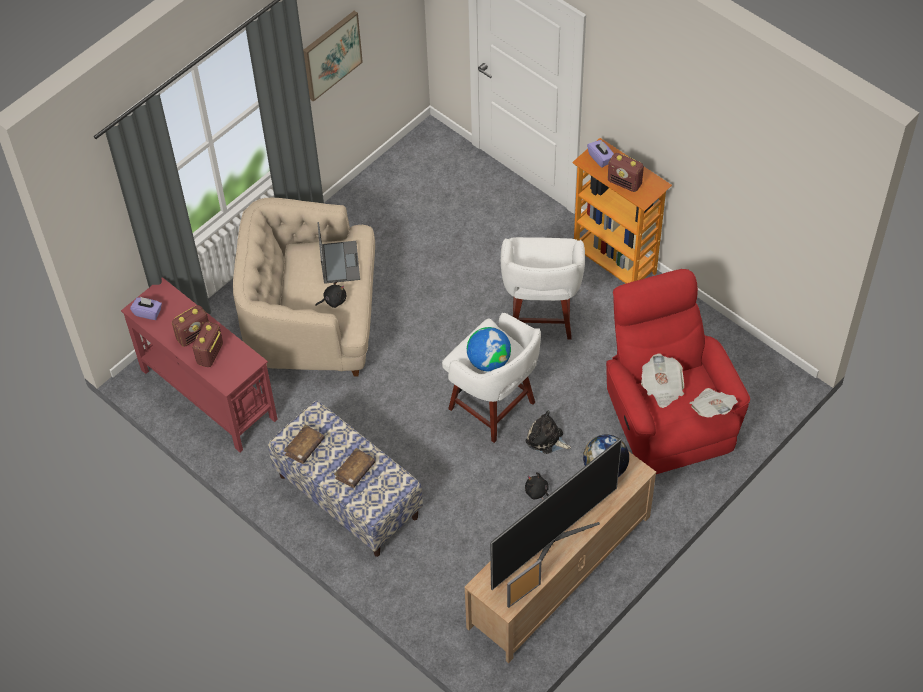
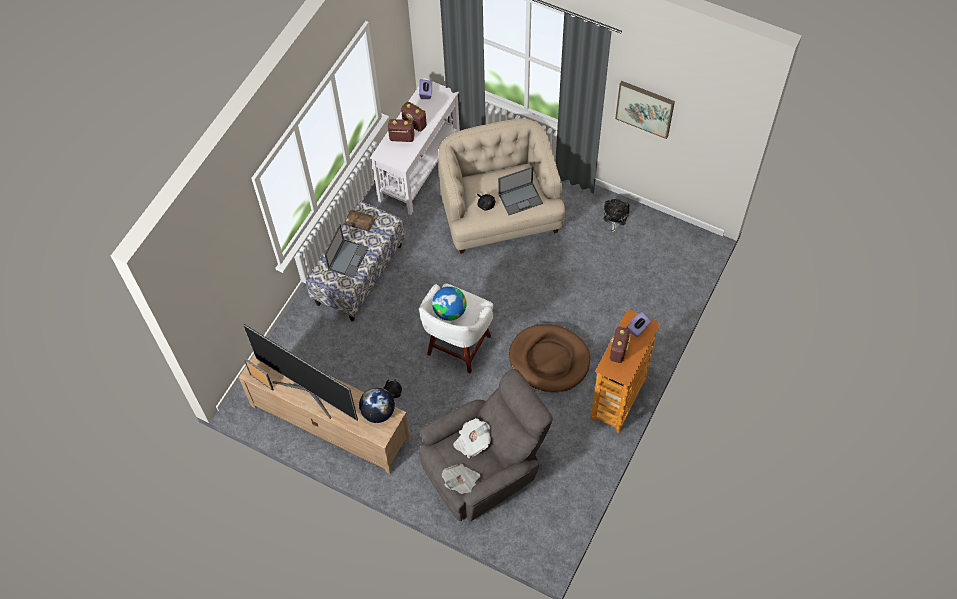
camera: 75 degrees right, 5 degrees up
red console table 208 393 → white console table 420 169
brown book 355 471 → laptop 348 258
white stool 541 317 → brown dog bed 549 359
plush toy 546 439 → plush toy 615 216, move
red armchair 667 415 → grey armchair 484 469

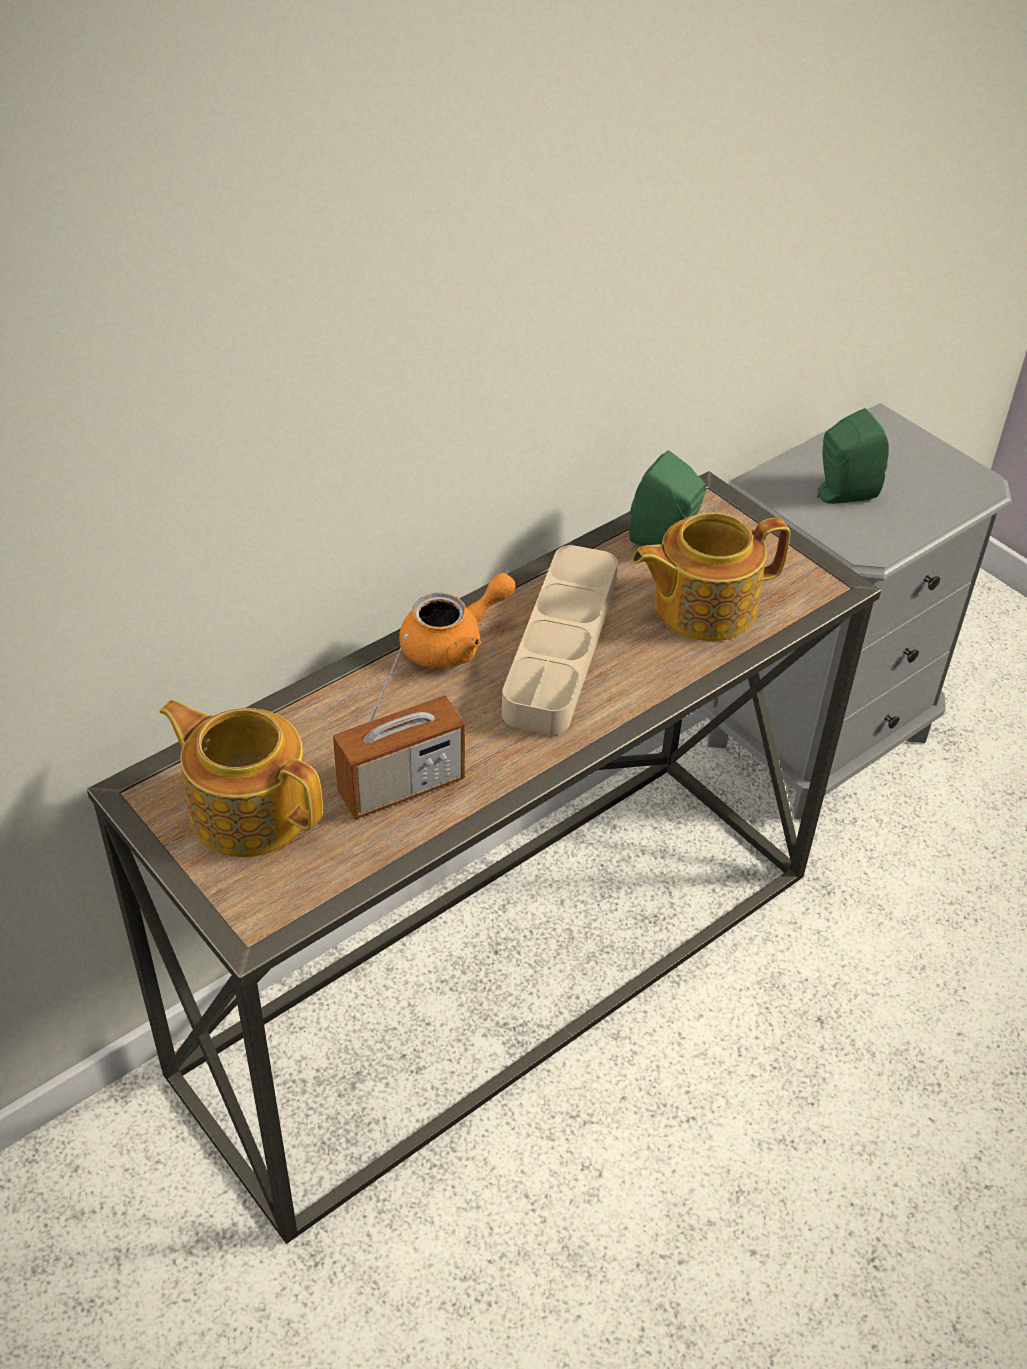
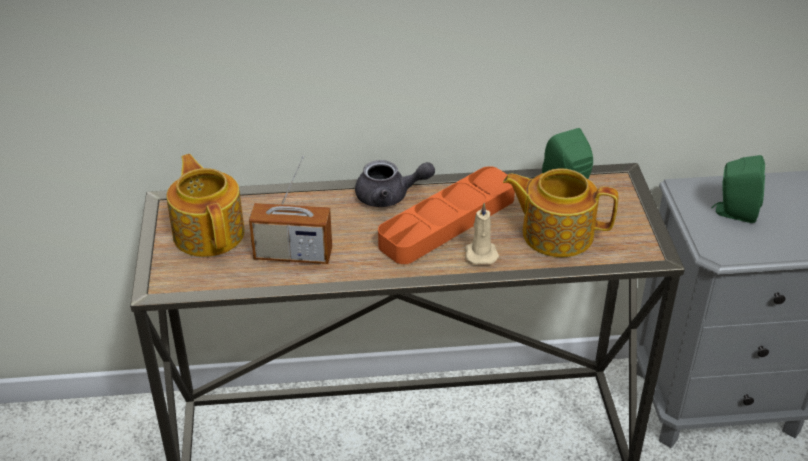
camera: 35 degrees right, 5 degrees down
orange teapot 454 643 → grey teapot 390 196
beige tray 561 647 → orange tray 448 221
- → beige candle 480 253

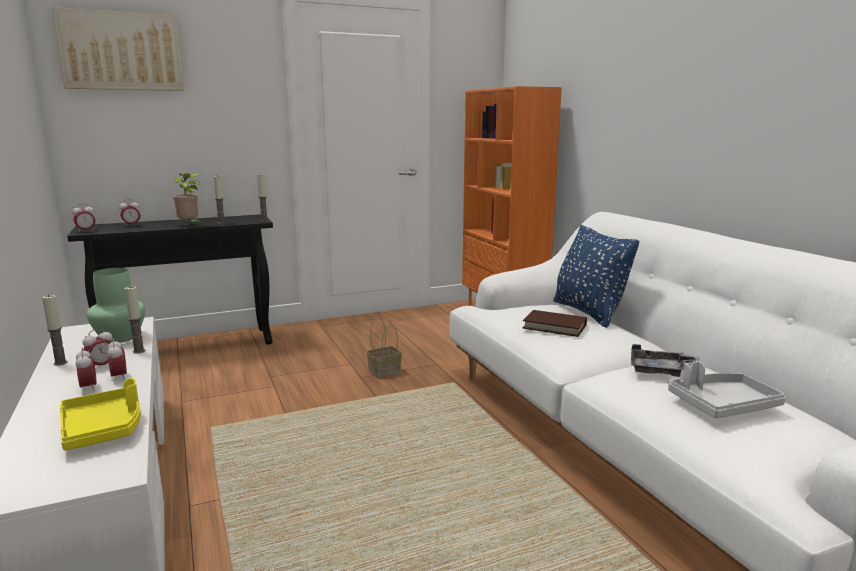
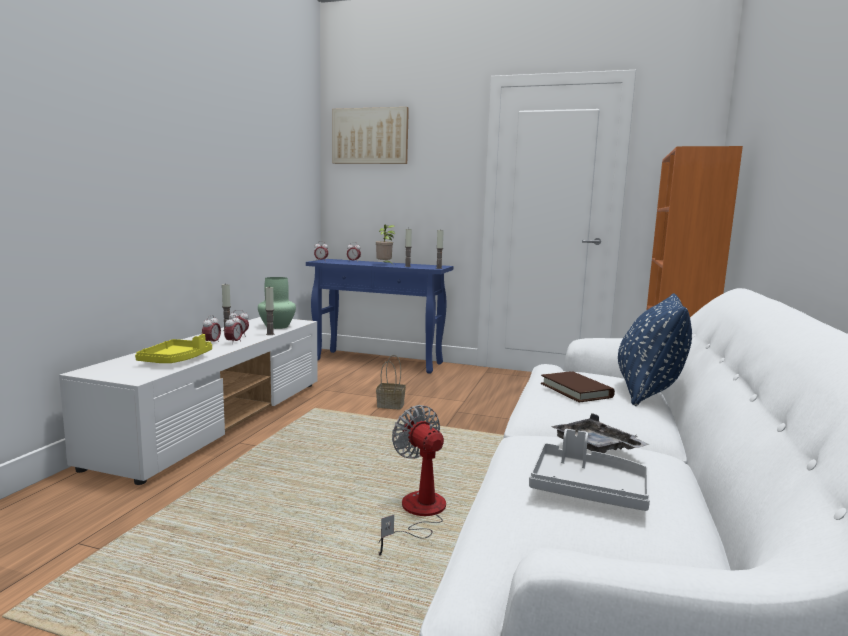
camera: 40 degrees right, 5 degrees down
black console table 191 346 → blue console table 379 361
basket 384 372 → basket 389 405, move
- → fan 417 514

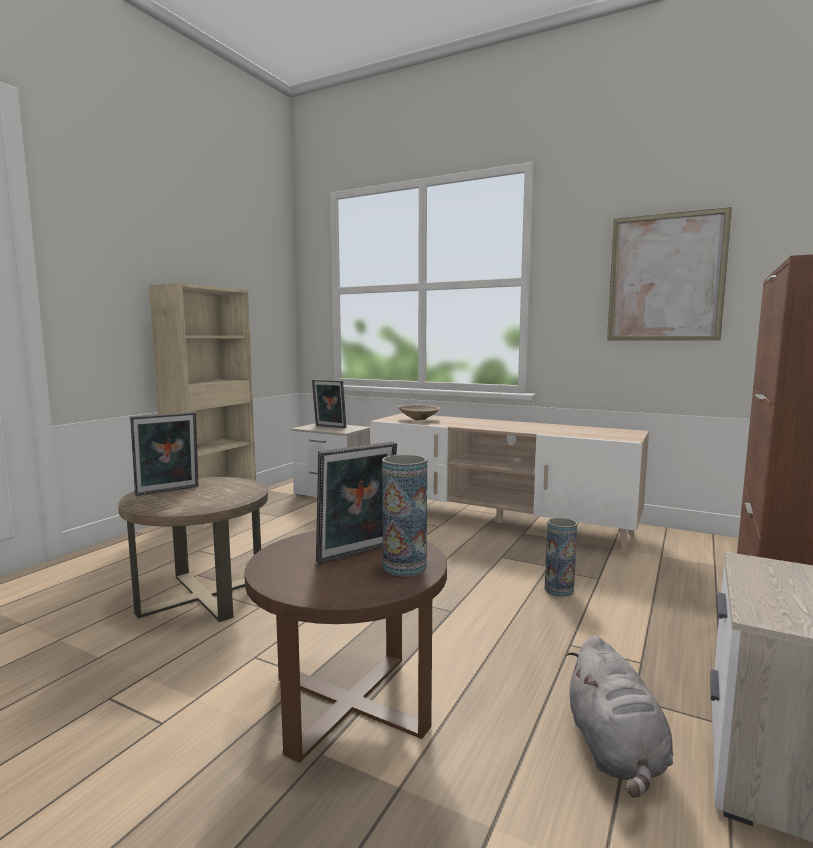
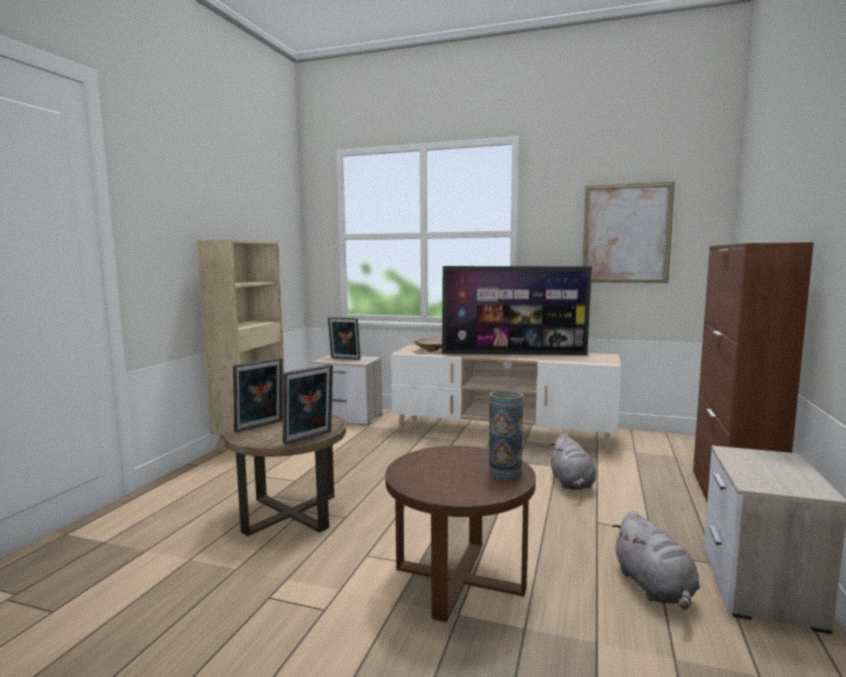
camera: 10 degrees left, 0 degrees up
picture frame 358 555 → picture frame 309 438, move
vase 559 590 → grey plush toy 572 483
- → television 514 354

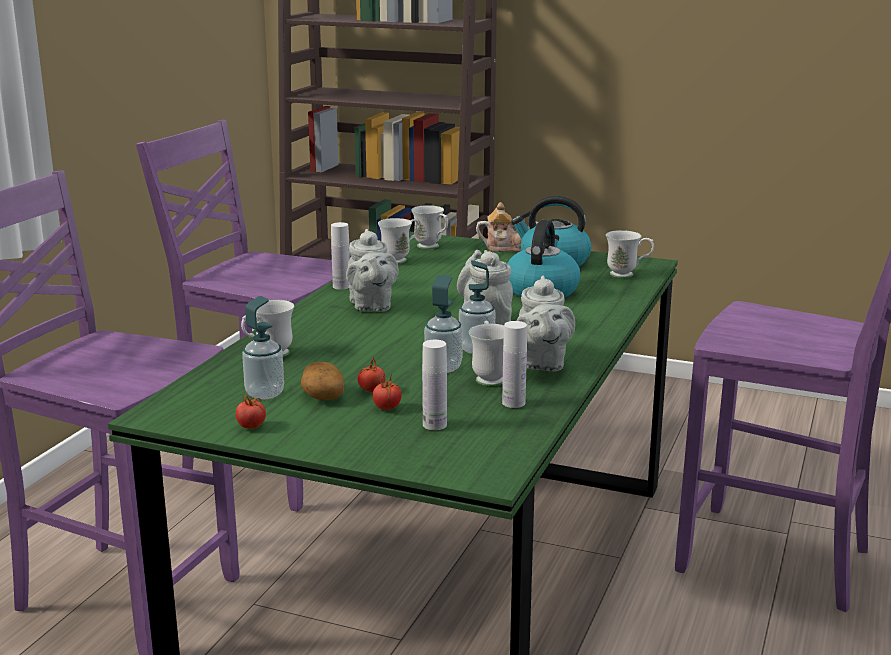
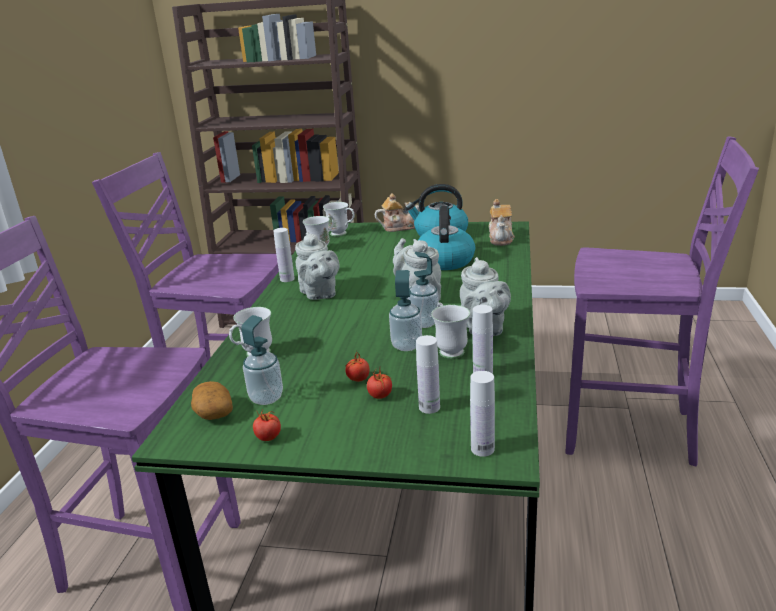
camera: 10 degrees left, 5 degrees up
potato 322 395 → potato 213 412, move
white mug 627 275 → teapot 501 239
- → white bottle 482 449

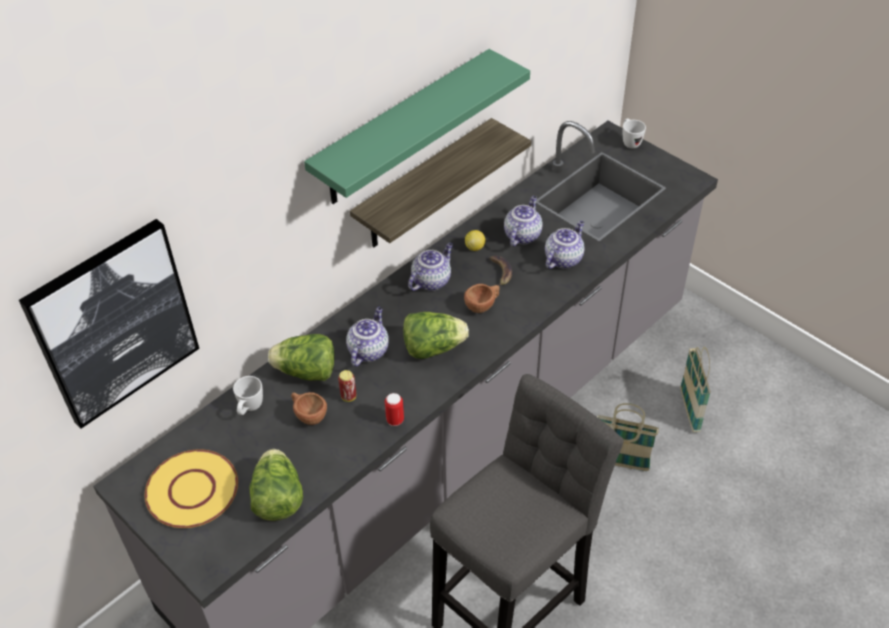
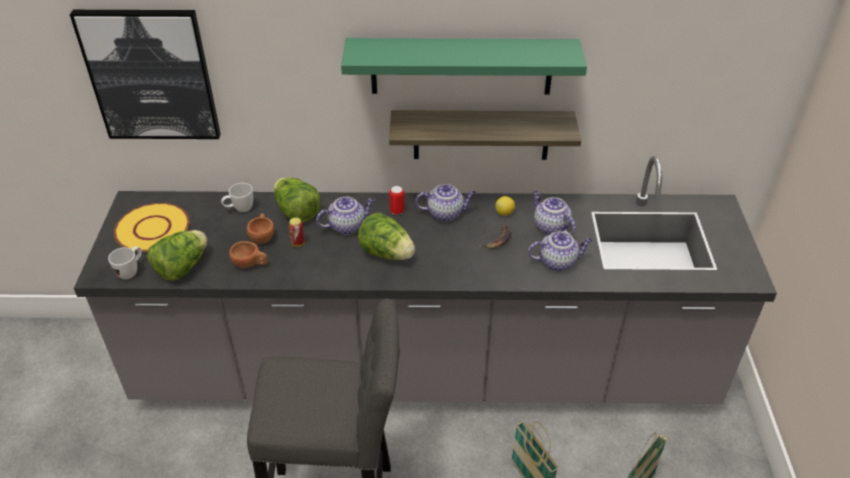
camera: 45 degrees right, 5 degrees down
can 395 420 → can 397 211, move
brown cup 483 305 → brown cup 250 264, move
teapot 522 235 → teapot 550 227, 105 degrees counterclockwise
white mug 629 142 → white mug 131 271, move

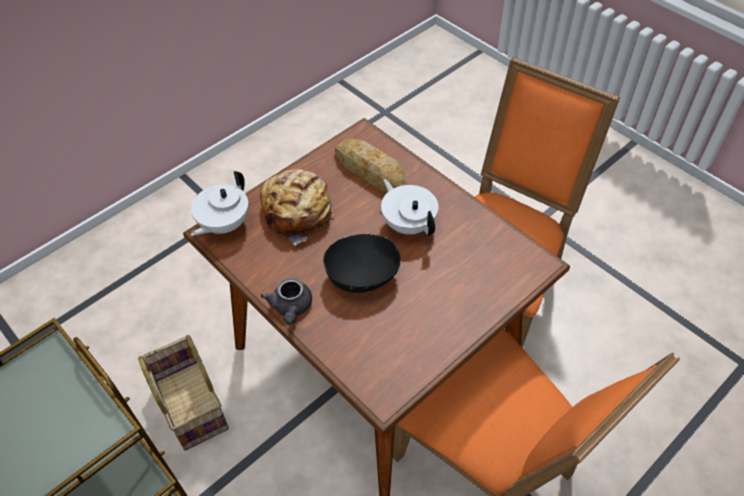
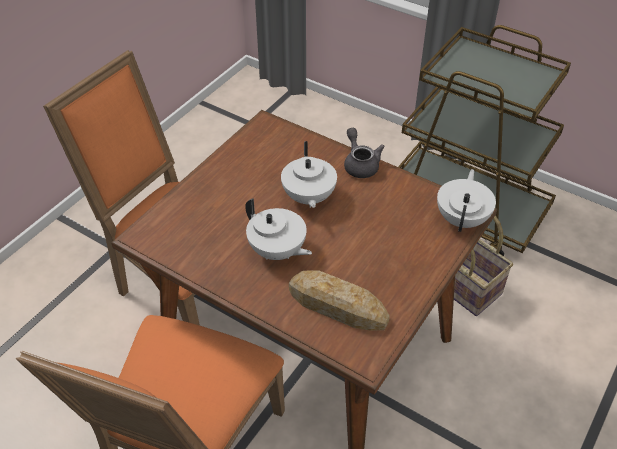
camera: 165 degrees right, 5 degrees down
bread 298 211 → -
black bowl 363 275 → white teapot 308 198

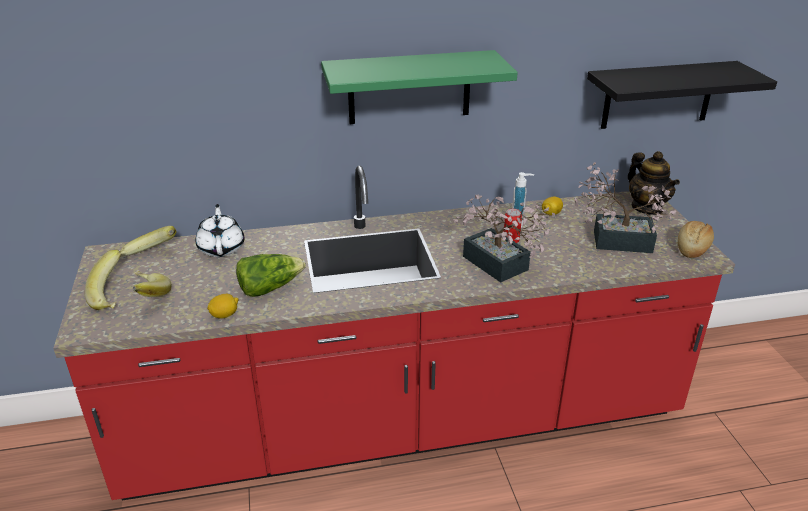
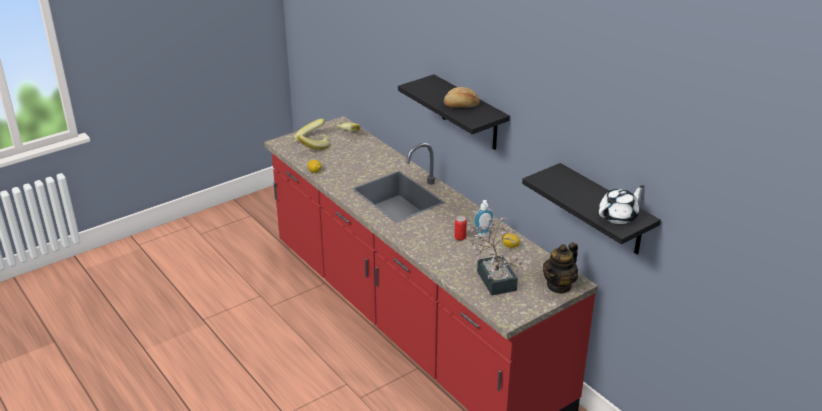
camera: 65 degrees right, 0 degrees up
white teapot 221 247 → white teapot 618 216, move
lettuce 270 287 → -
green shelf 409 87 → black shelf 469 113
potted plant 500 267 → -
bread 693 248 → bread 461 106, move

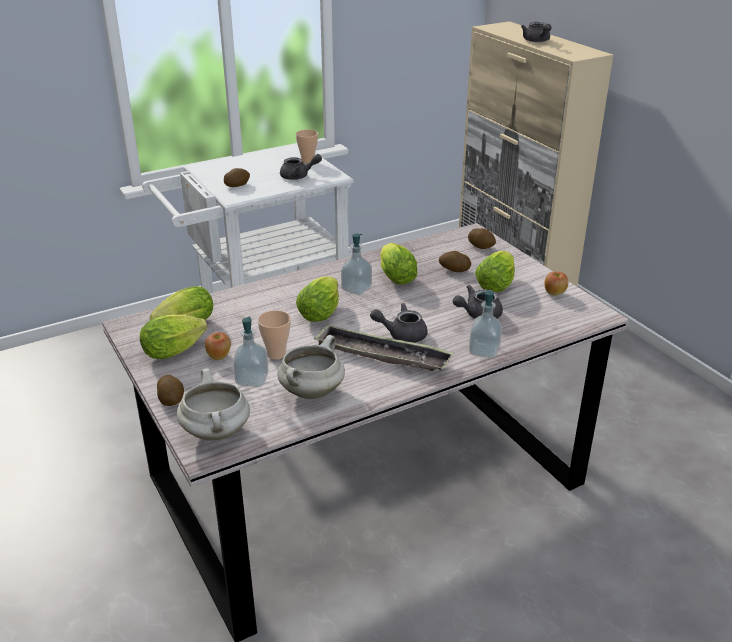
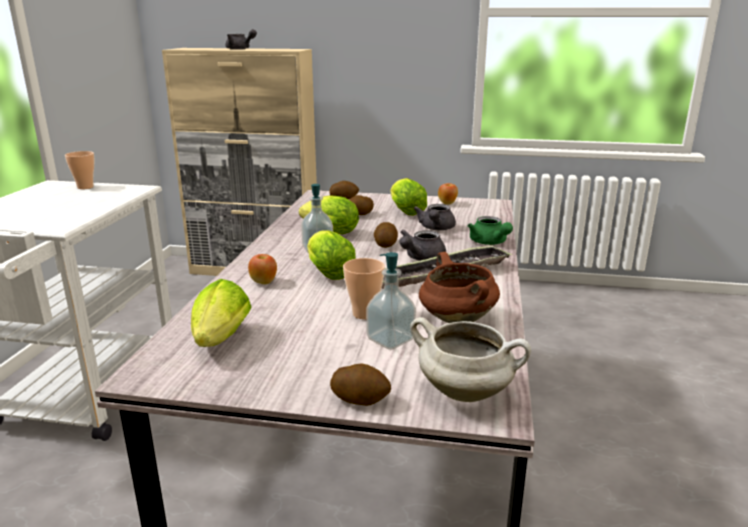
camera: 50 degrees left, 10 degrees down
lettuce 177 350 → -
apple 219 356 → apple 264 282, move
potato 237 185 → potato 385 244, move
white cooking pot 312 391 → brown cooking pot 455 319
grey teapot 298 176 → -
soap dispenser 484 351 → green teapot 489 243

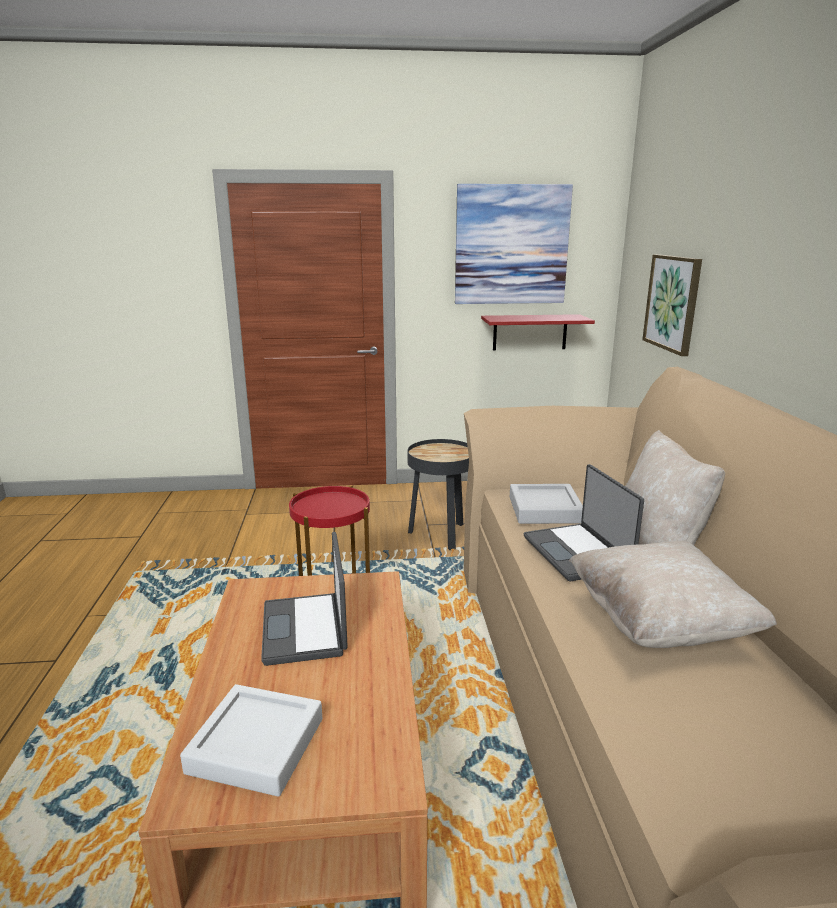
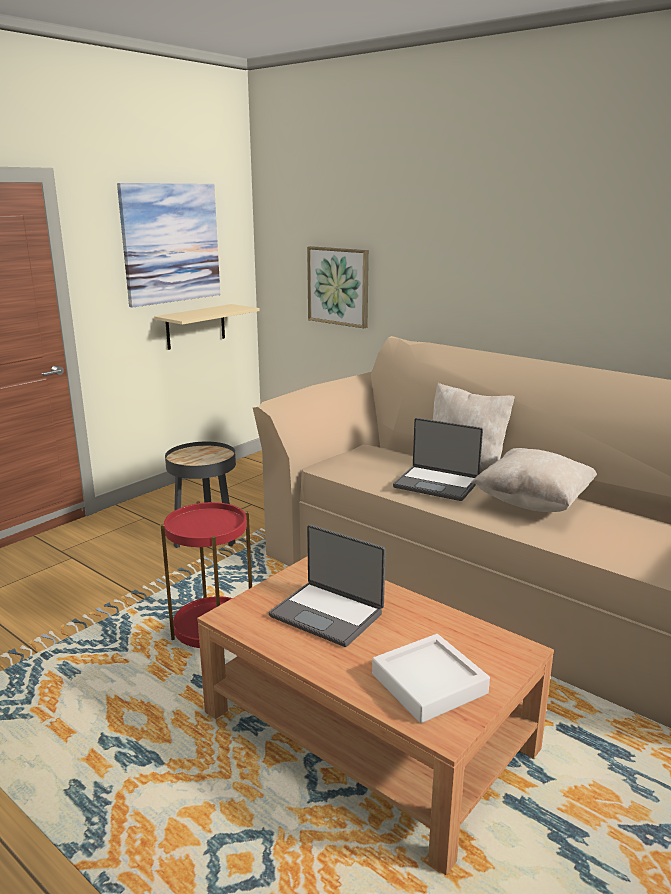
camera: 45 degrees left, 0 degrees up
red shelf 530 332 → beige shelf 195 326
grey tray 544 510 → -

